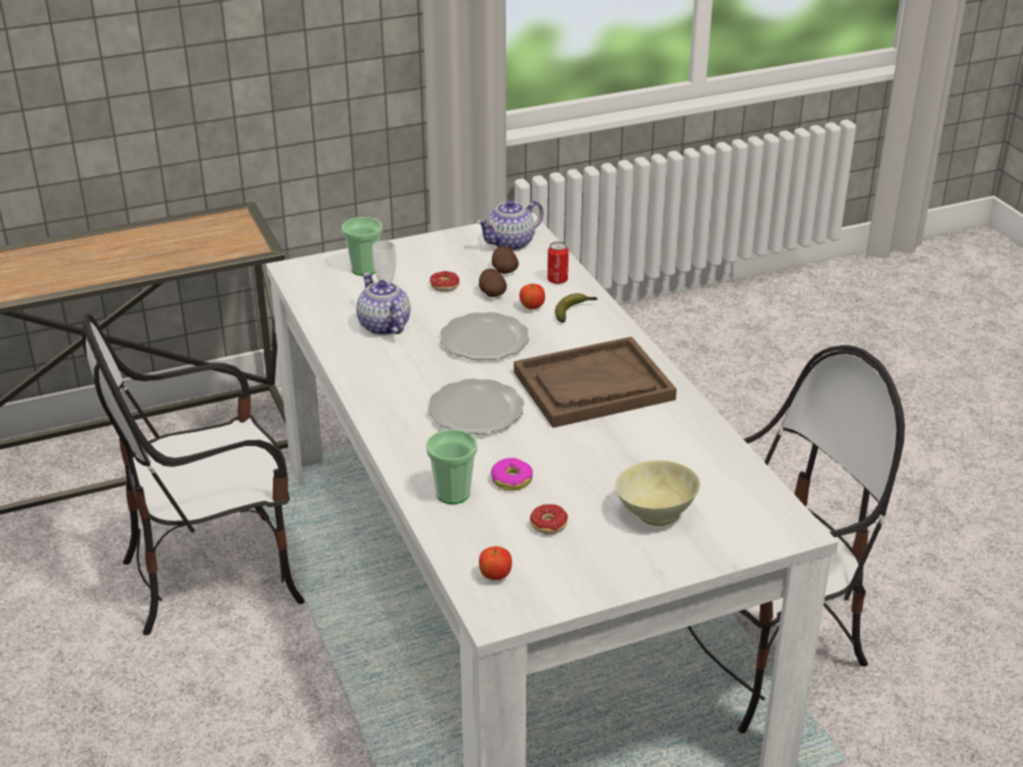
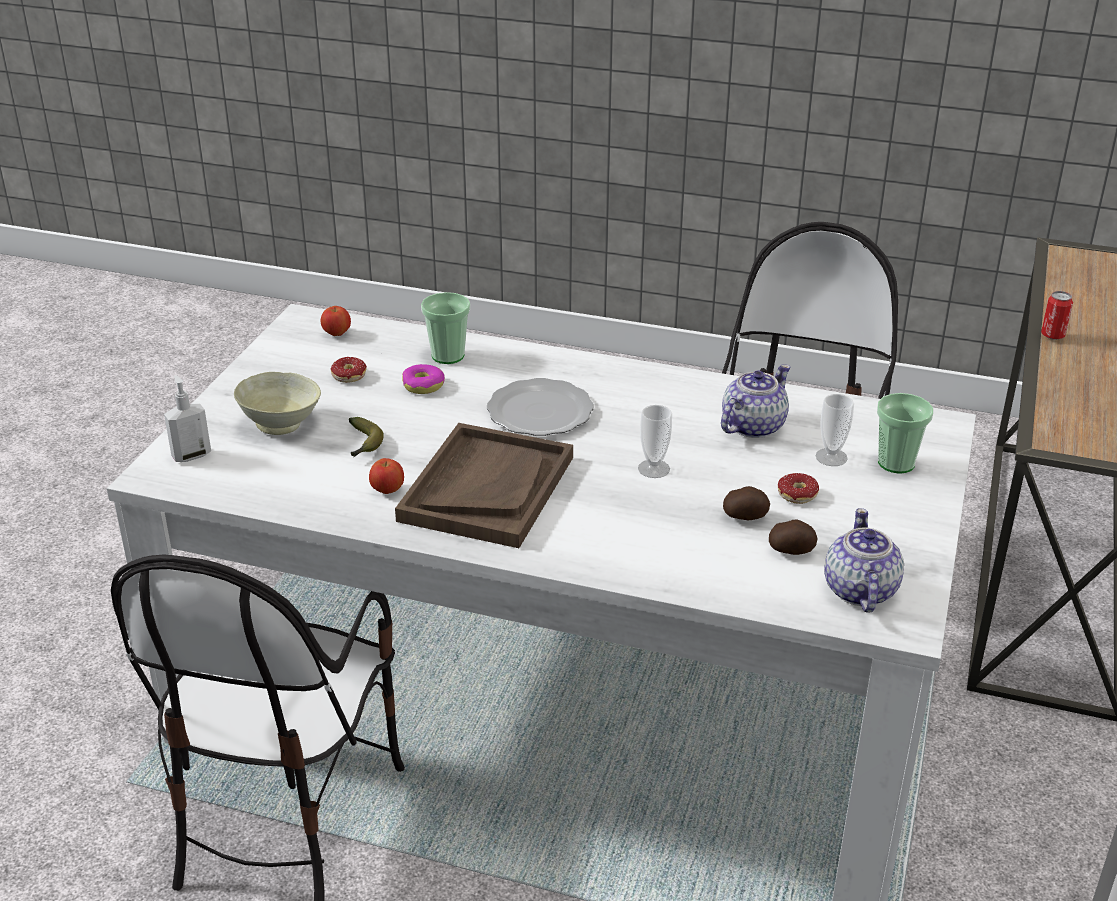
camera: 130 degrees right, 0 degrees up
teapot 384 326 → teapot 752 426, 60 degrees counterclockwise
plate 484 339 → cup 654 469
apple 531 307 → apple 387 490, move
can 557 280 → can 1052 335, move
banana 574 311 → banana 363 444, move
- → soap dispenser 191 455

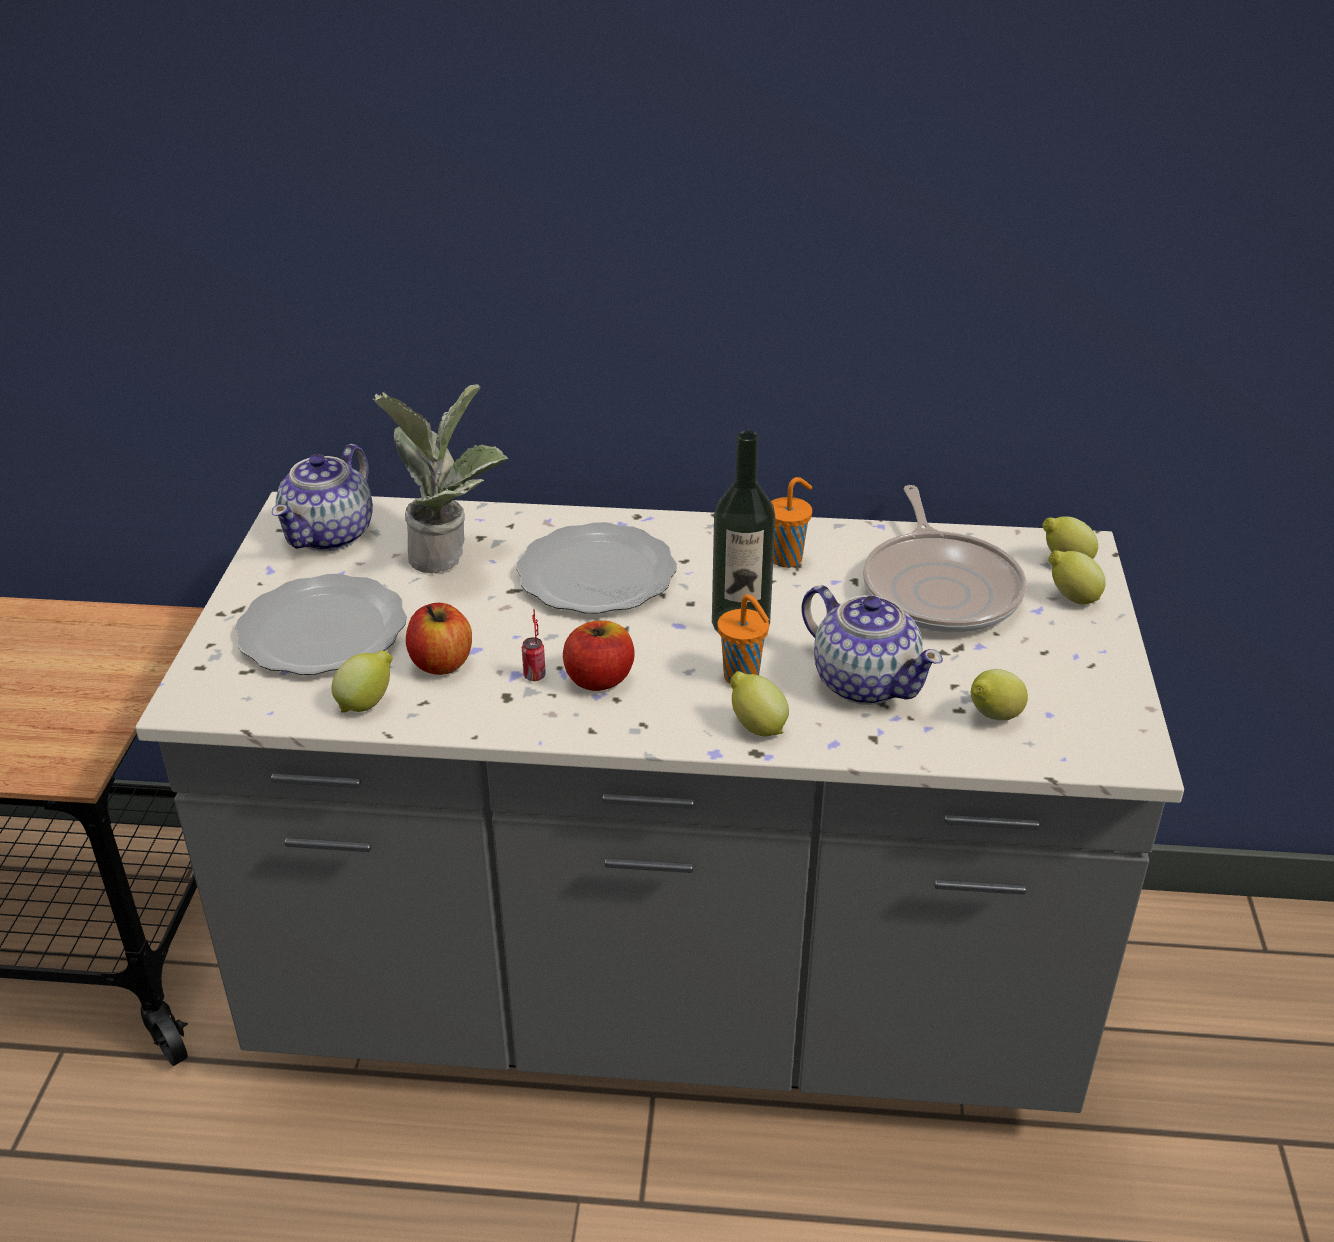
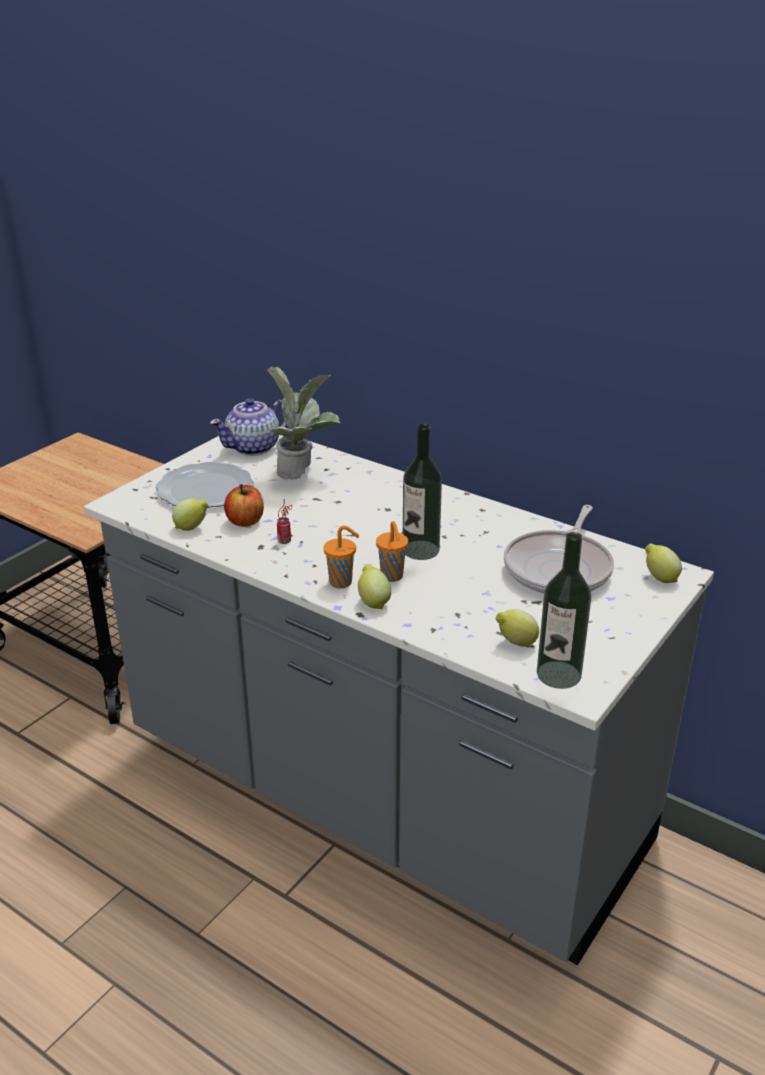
camera: 30 degrees right, 5 degrees down
plate 599 574 → -
apple 599 679 → -
orange cup 788 559 → orange cup 342 582, move
teapot 864 681 → -
lemon 1071 598 → -
- → bottle 558 675

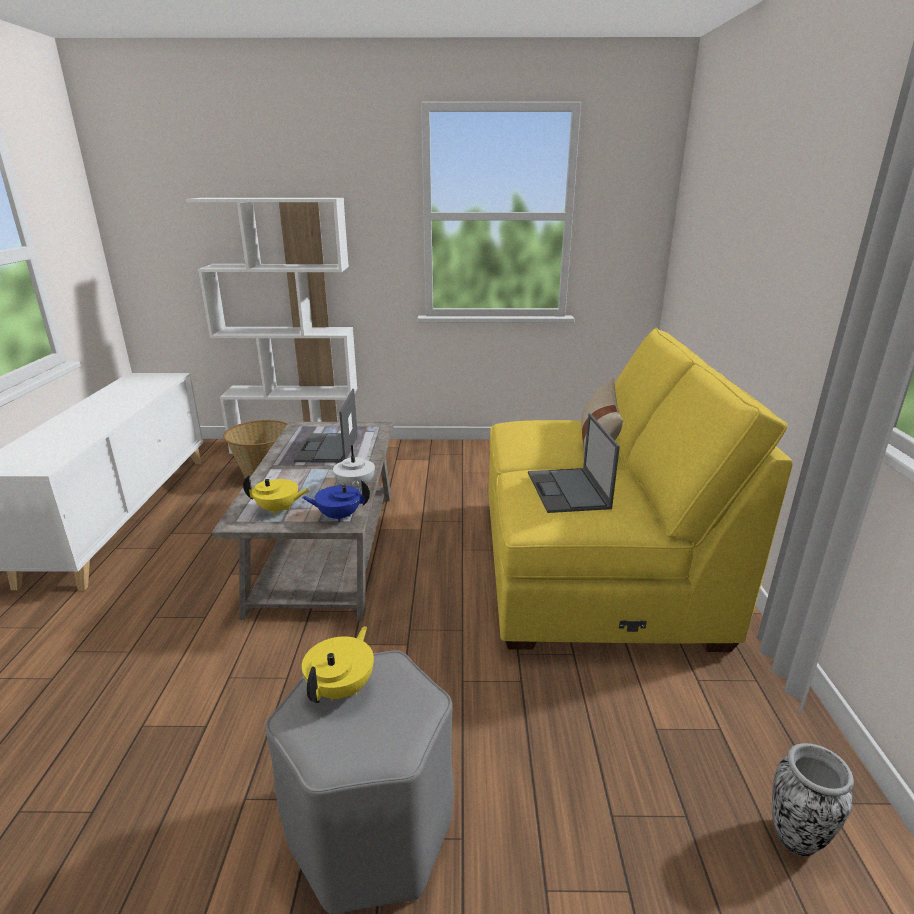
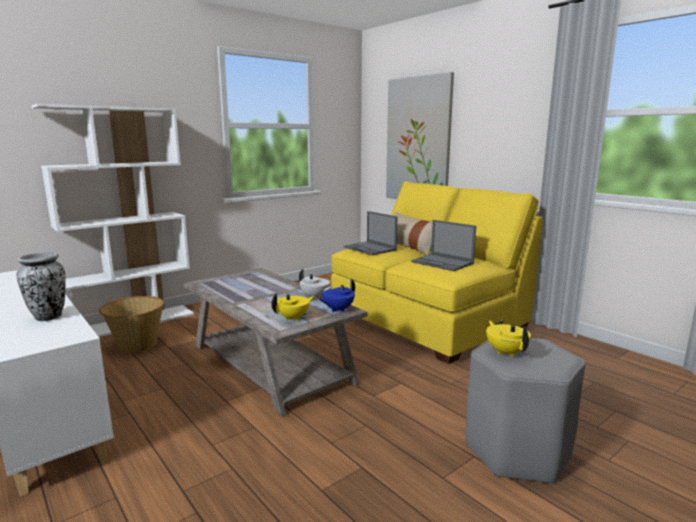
camera: 40 degrees left, 10 degrees down
laptop 327 448 → laptop 370 249, move
vase 795 836 → vase 49 316, move
- → picture 418 140

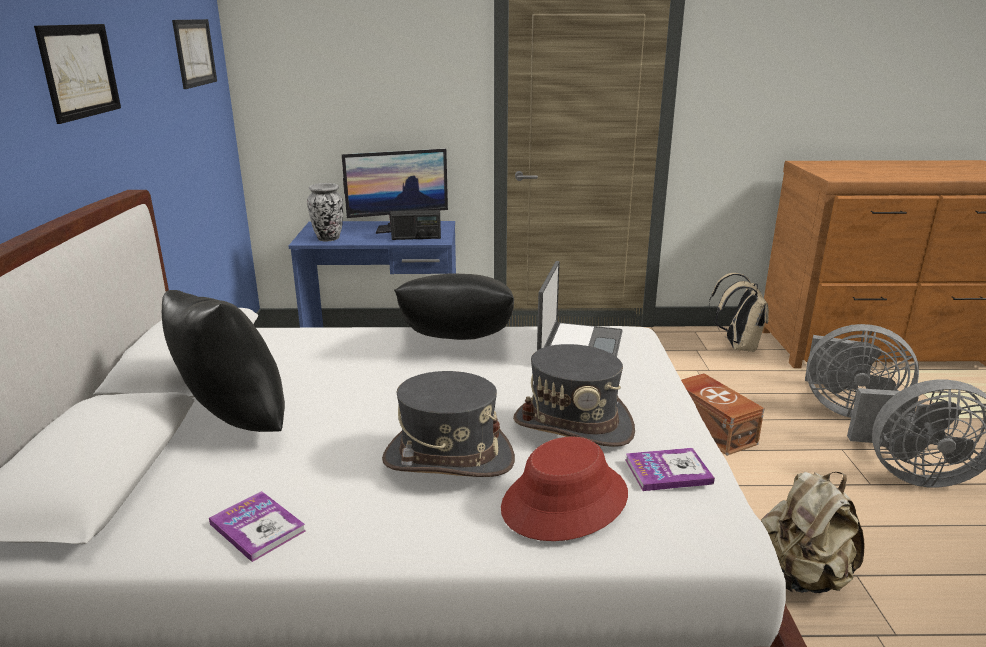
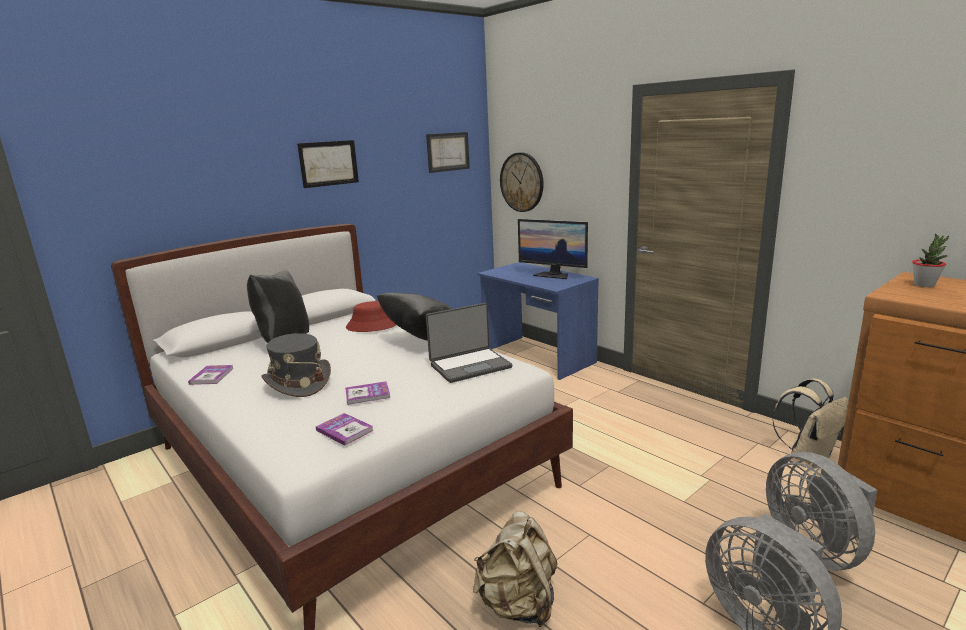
camera: 50 degrees right, 5 degrees down
vase 328 239 → -
radio 416 237 → -
red hat 565 501 → red hat 372 325, move
grey hat 573 425 → book 367 394
brown storage box 712 429 → -
- → wall clock 522 182
- → potted plant 924 285

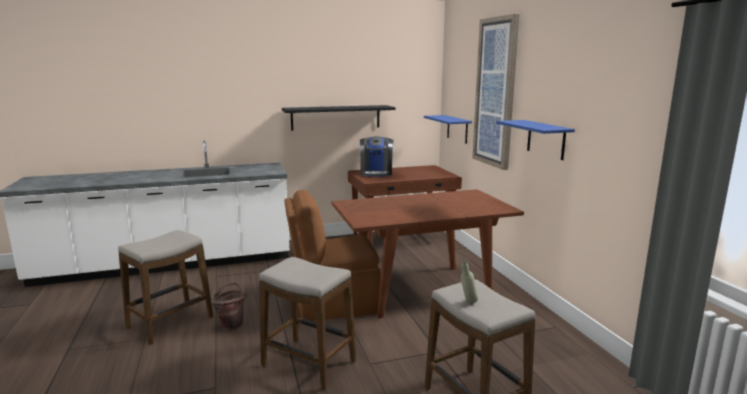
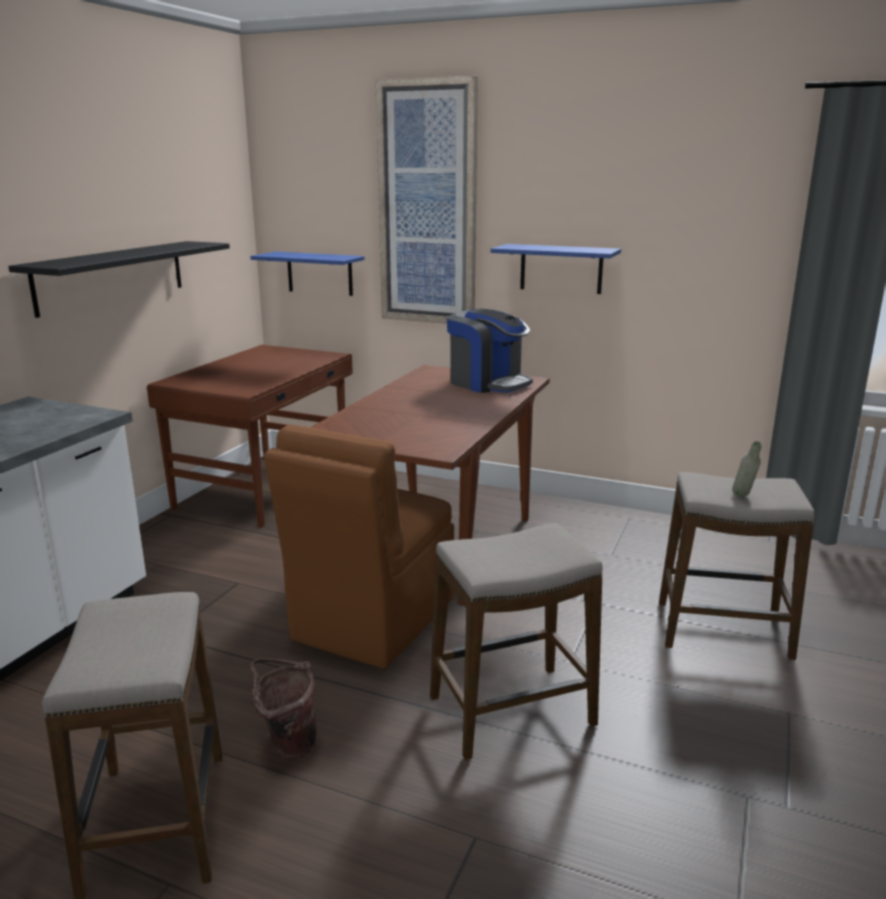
camera: 50 degrees left, 5 degrees up
coffee machine 376 173 → coffee machine 488 383, move

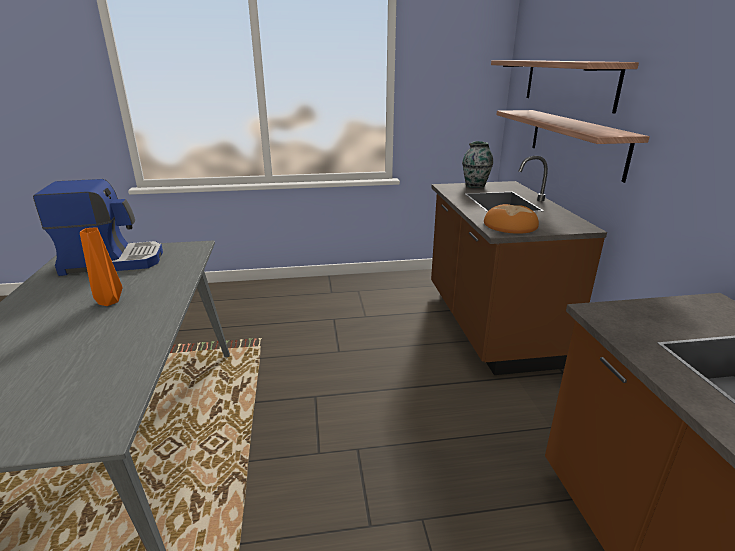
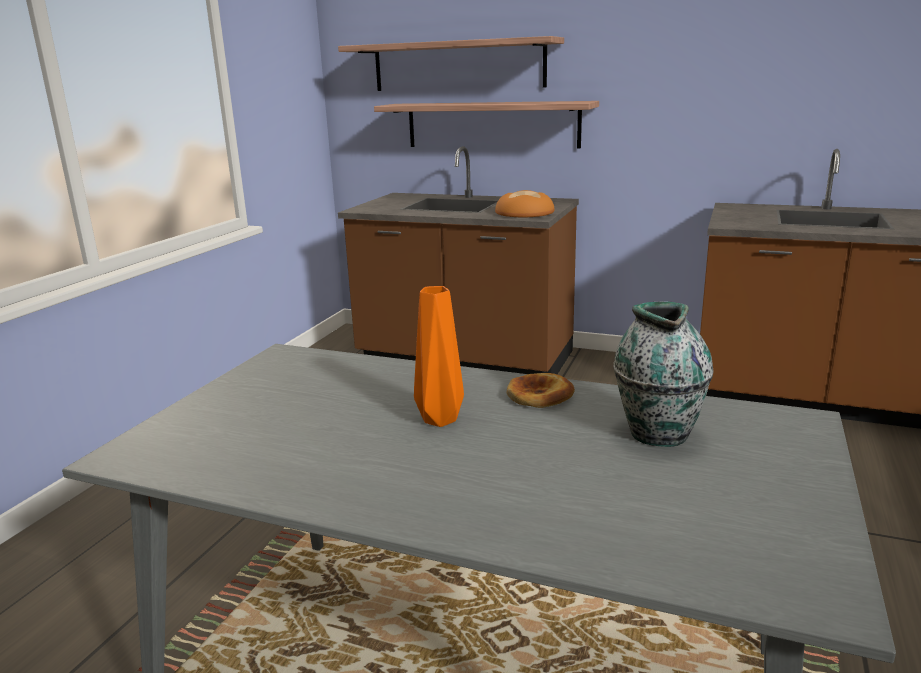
camera: 60 degrees left, 5 degrees down
coffee machine 113 261 → -
vase 475 185 → vase 658 432, move
- → bread 539 395

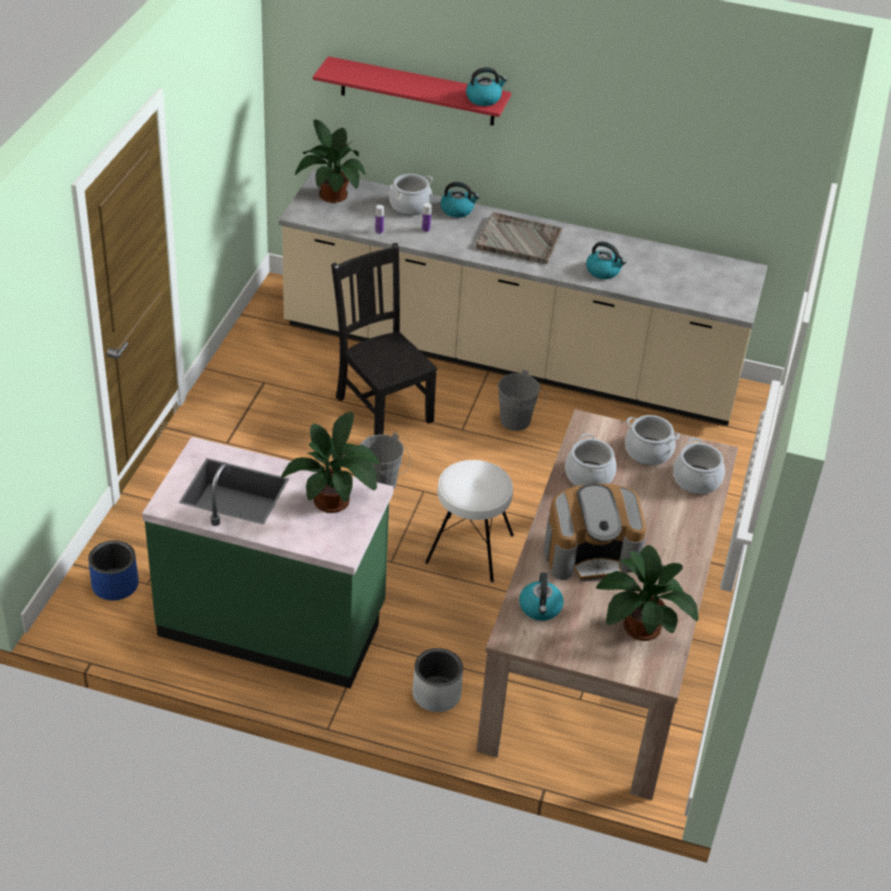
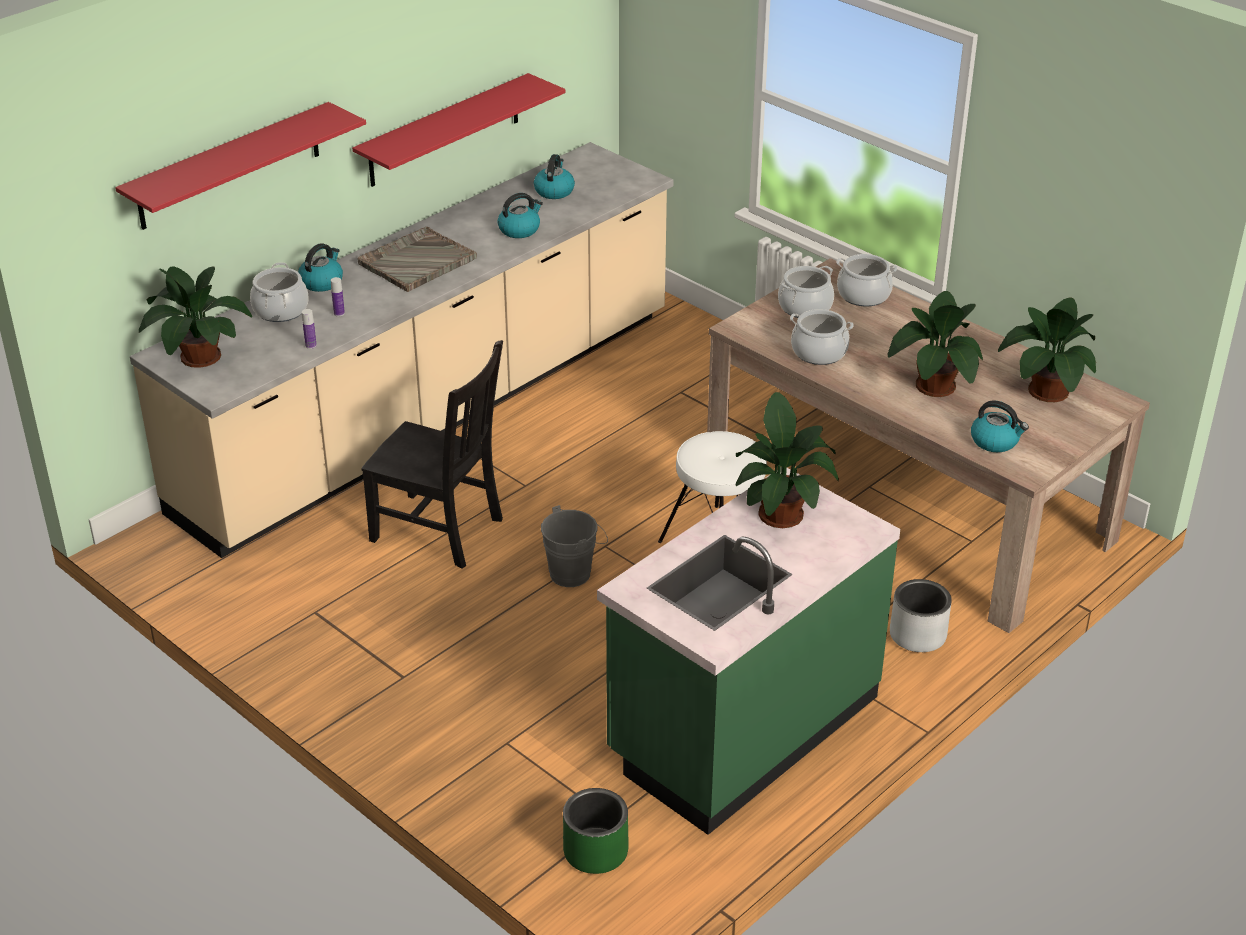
camera: 60 degrees left, 5 degrees down
blue planter 115 585 → green planter 595 850
black chair 382 407 → black chair 440 531, 150 degrees counterclockwise
kettle 484 99 → kettle 554 191, move
grey bucket 518 421 → -
coffee machine 591 554 → potted plant 933 387
- → red shelf 444 131

